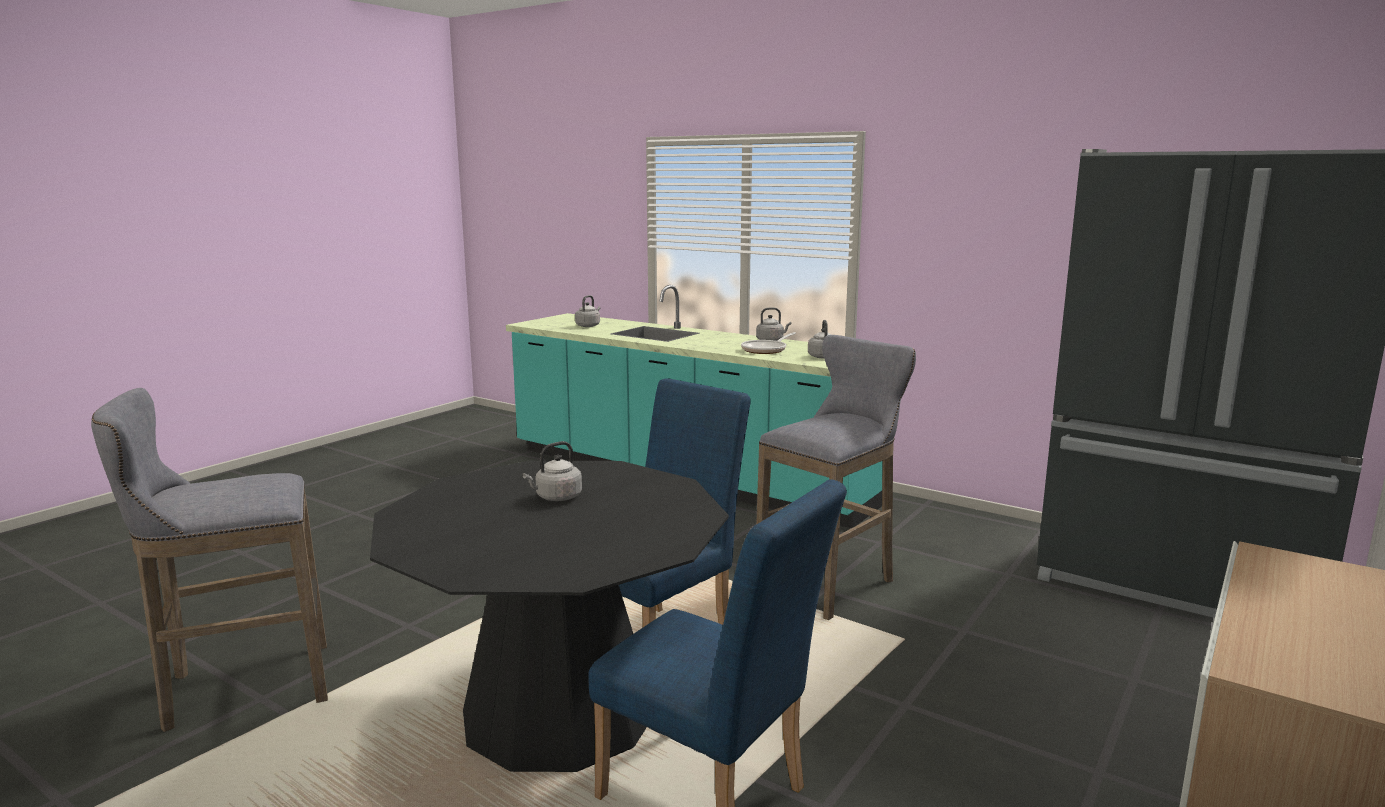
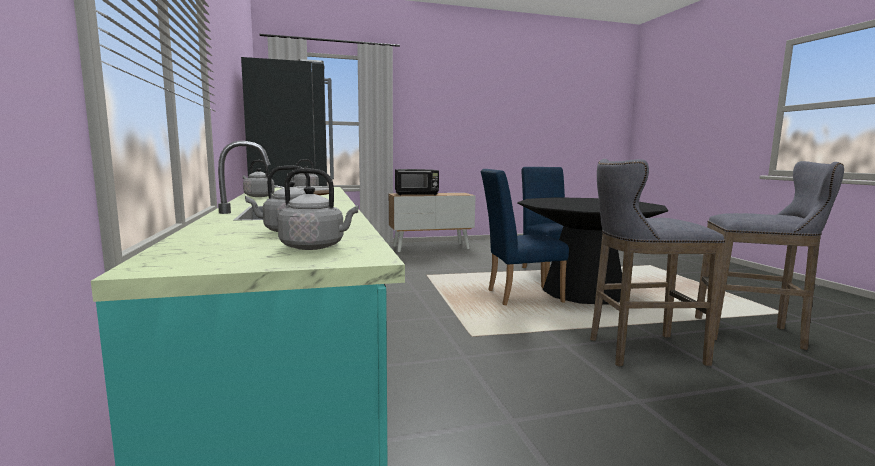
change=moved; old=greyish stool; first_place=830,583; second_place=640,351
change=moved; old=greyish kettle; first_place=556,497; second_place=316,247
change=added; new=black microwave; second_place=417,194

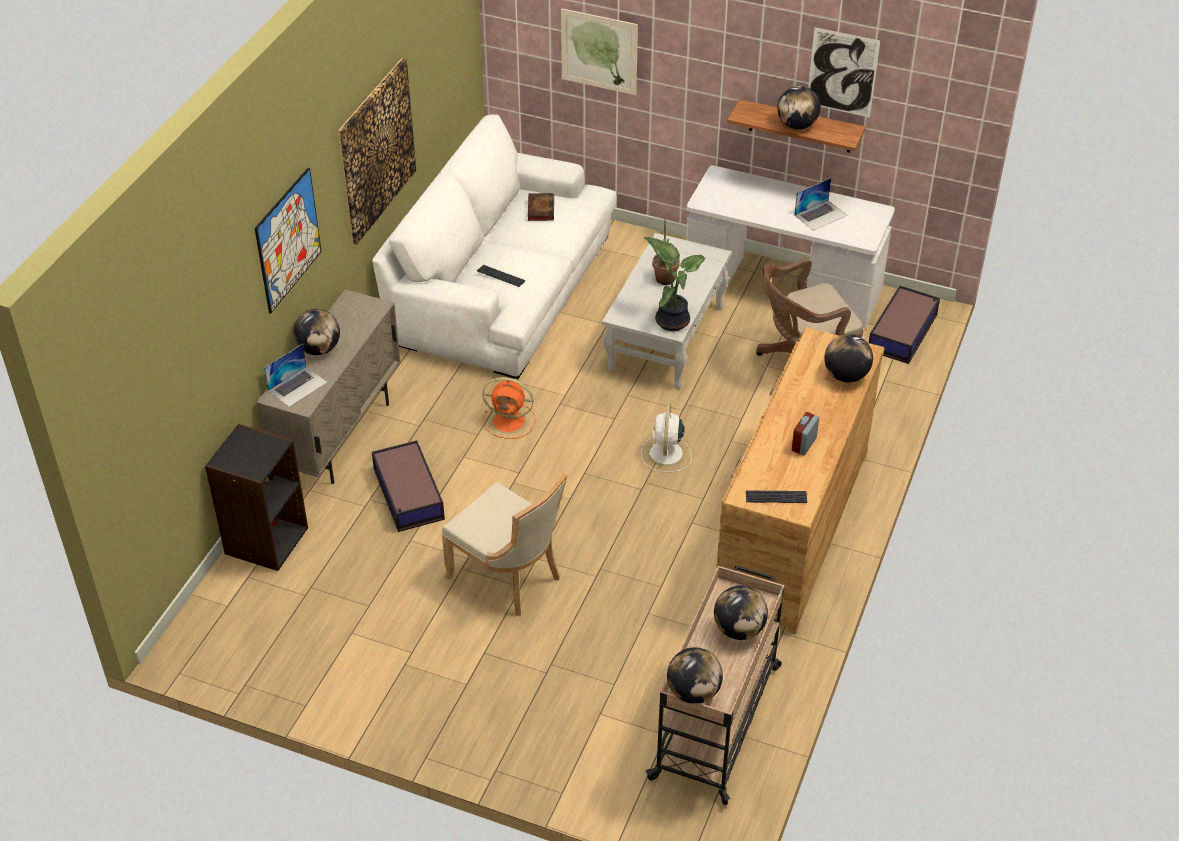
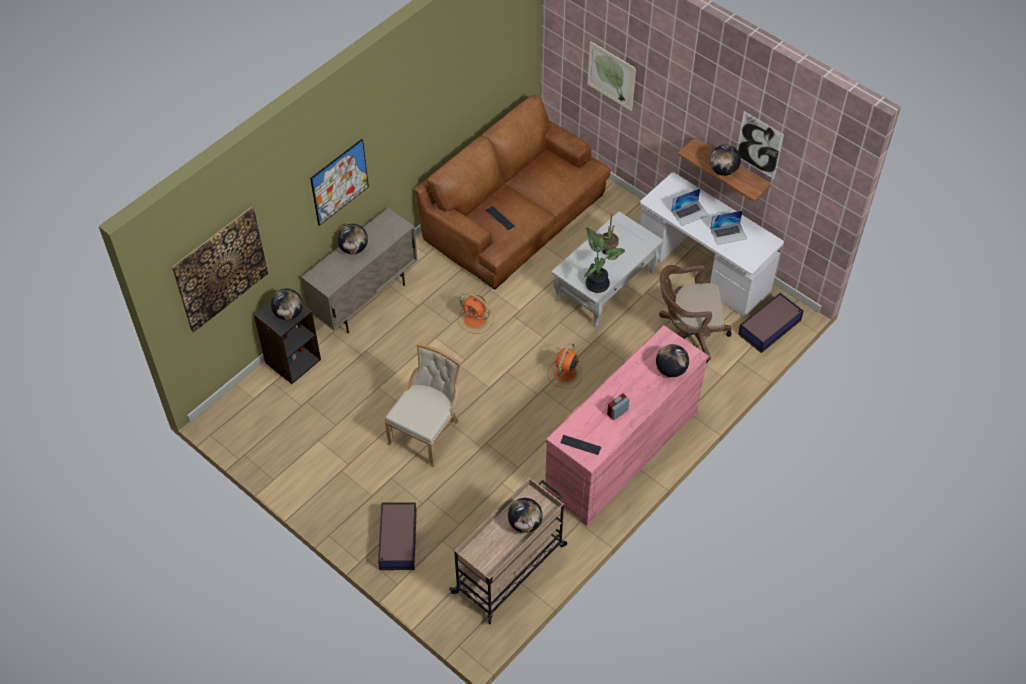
change=moved; old=wall art; first_place=376,150; second_place=220,269
change=recoloured; old=white couch; new=brown-coloured couch; first_place=501,288; second_place=513,216
change=removed; old=volume; first_place=540,209
change=recoloured; old=brown-coloured chest of drawers; new=pinkish chest of drawers; first_place=792,529; second_place=620,452
change=moved; old=portable computer; first_place=297,386; second_place=690,213
change=recoloured; old=white electric fan; new=orange electric fan; first_place=666,454; second_place=564,374
change=moved; old=storage box; first_place=408,495; second_place=397,541
change=turned; old=beige-coloured plain chair; first_place=509,578; second_place=427,432; degrees=-120
change=moved; old=globe; first_place=693,692; second_place=288,314

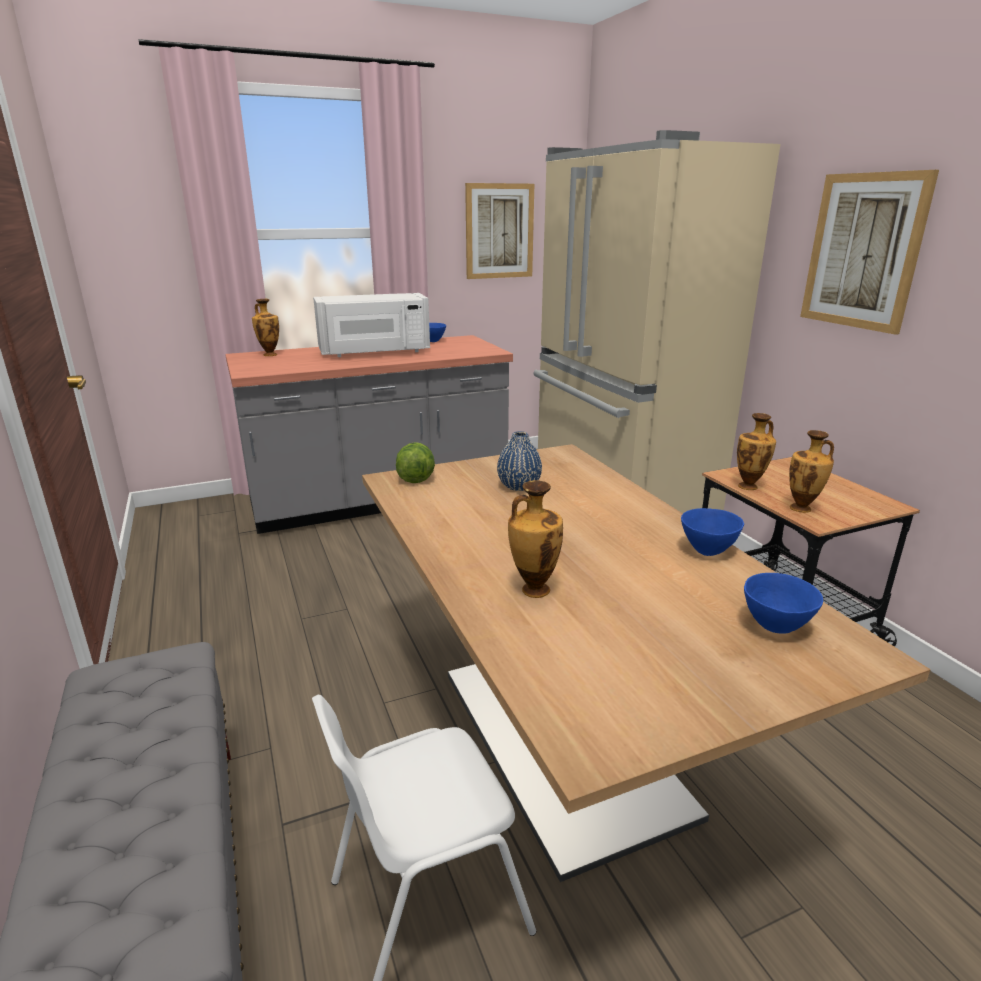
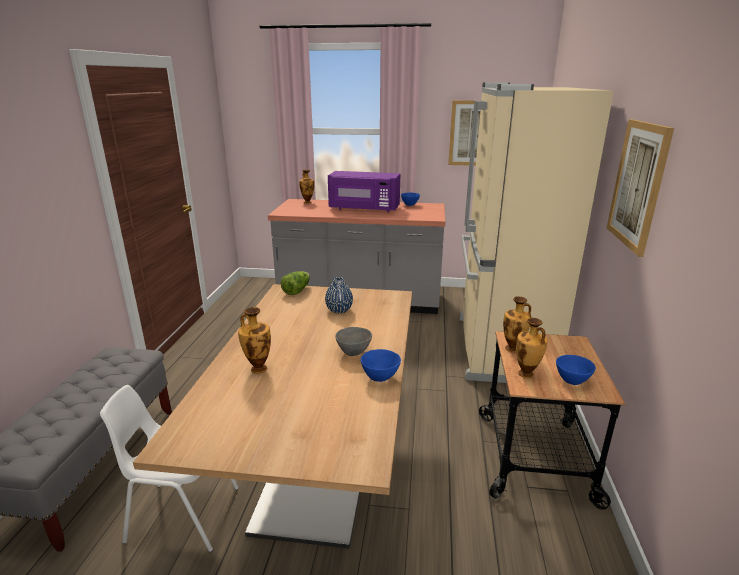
change=recoloured; old=white microwave; new=purplish microwave; first_place=375,352; second_place=364,208
change=moved; old=bluish serving bowl; first_place=776,626; second_place=572,381
change=added; new=greyish serving bowl; second_place=354,352

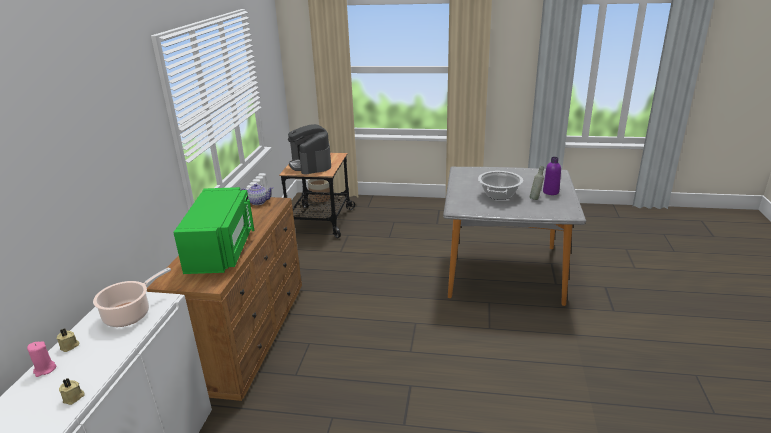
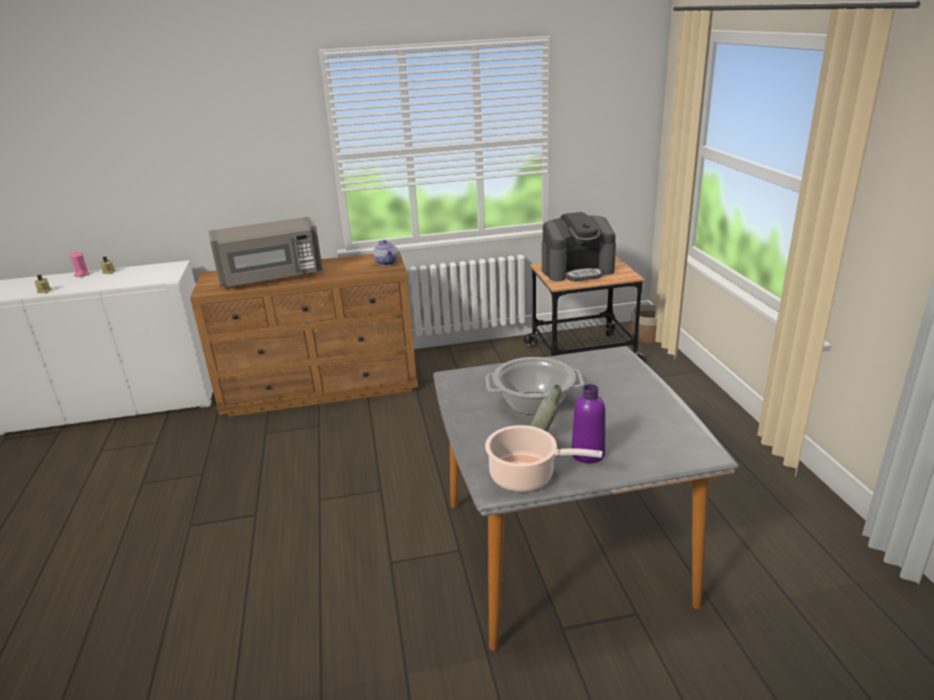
change=turned; old=coffee brewer; first_place=311,164; second_place=577,270; degrees=-150
change=recoloured; old=green-coloured microwave; new=greyish microwave; first_place=222,250; second_place=271,277
change=moved; old=saucepot; first_place=130,314; second_place=526,476

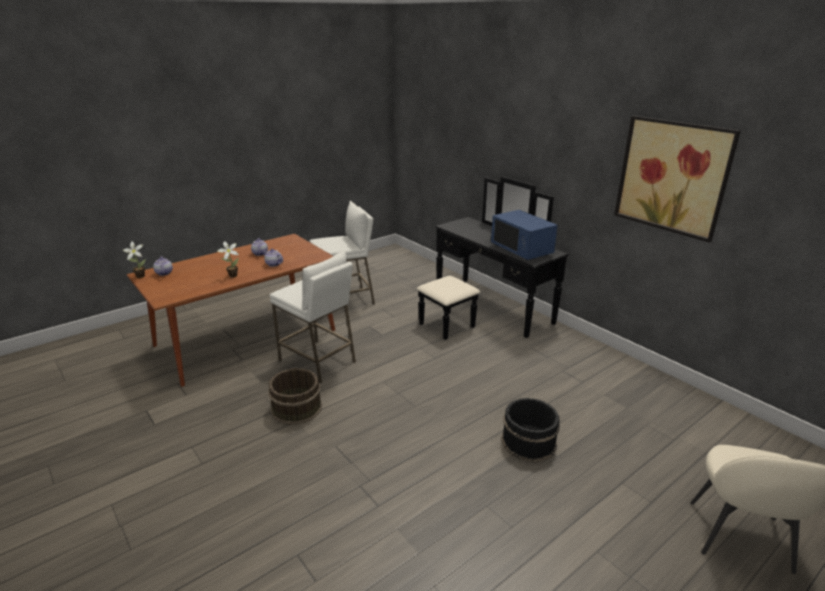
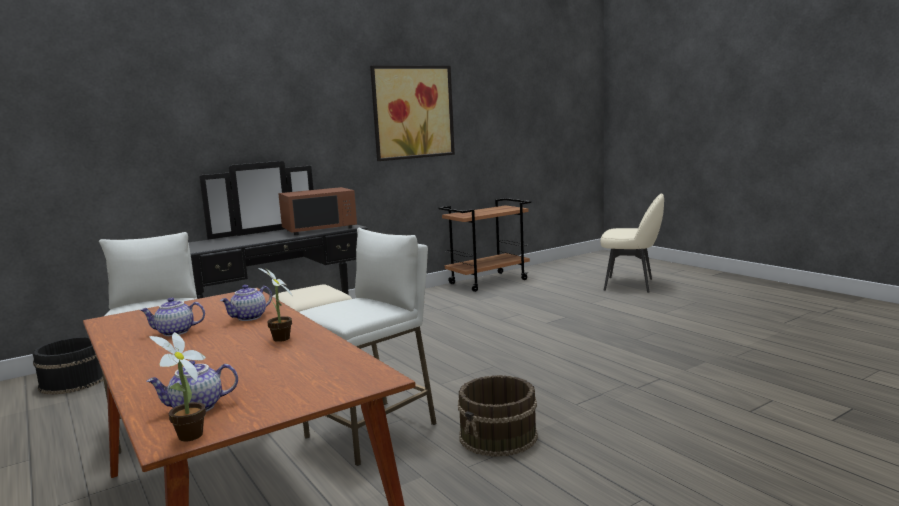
change=recoloured; old=bluish microwave; new=brown-coloured microwave; first_place=522,250; second_place=319,229
change=moved; old=black water bucket; first_place=528,441; second_place=72,382
change=added; new=brown-coloured cart; second_place=488,281

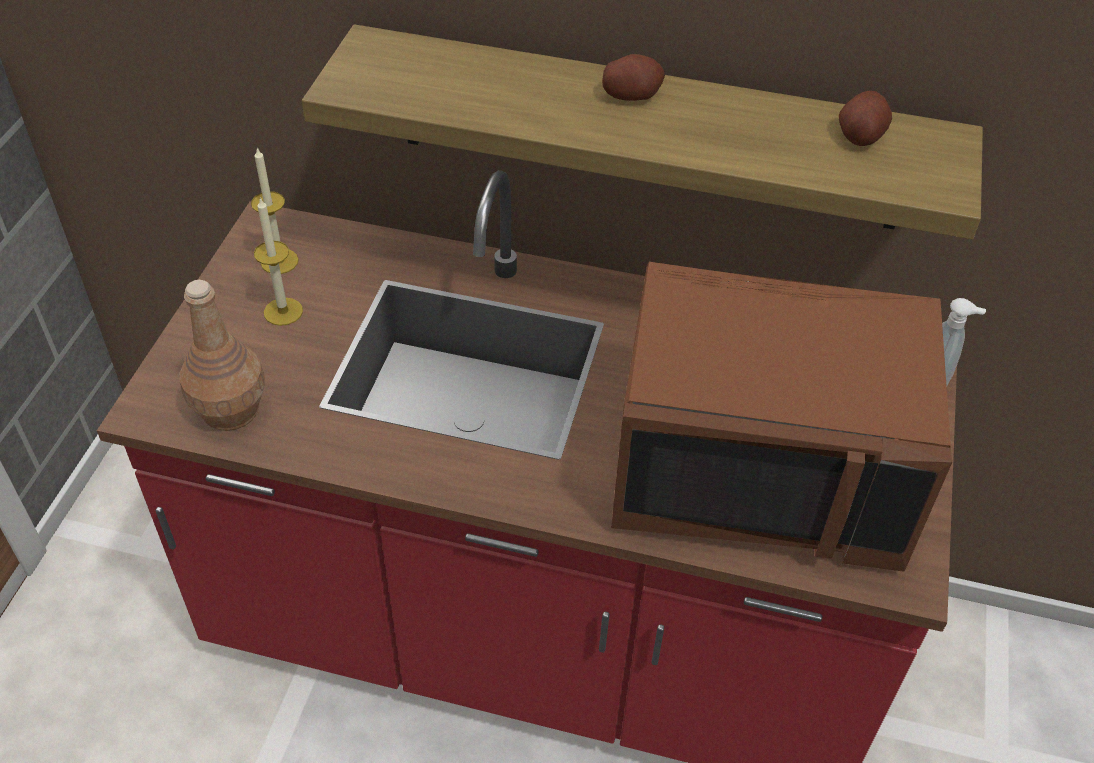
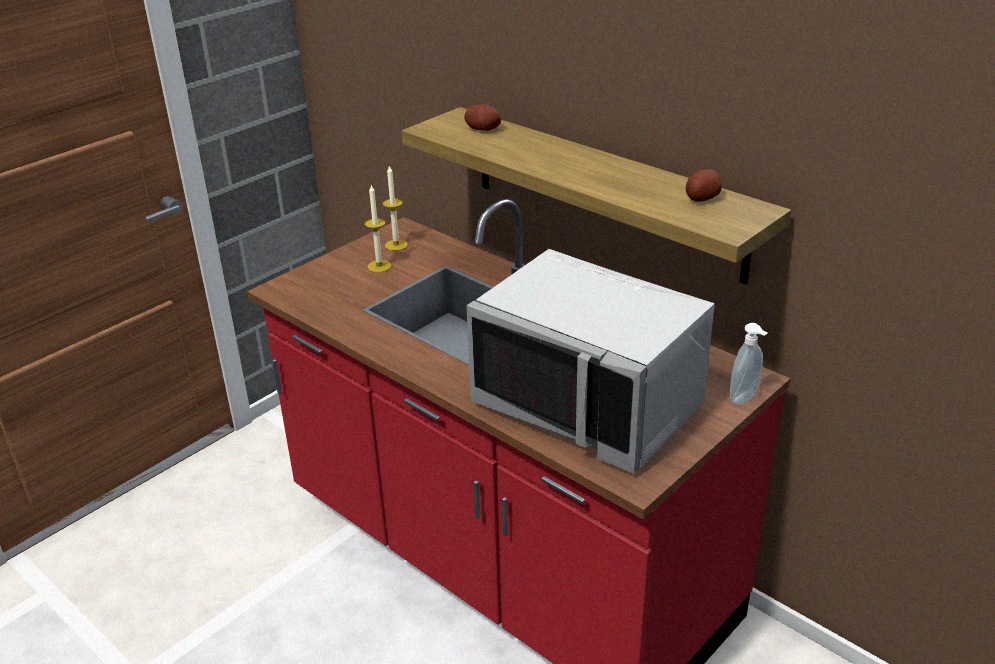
change=moved; old=whole potato; first_place=631,95; second_place=483,129
change=recoloured; old=brown-coloured microwave; new=greyish microwave; first_place=761,469; second_place=590,404
change=removed; old=brown-coloured beverage bottle; first_place=230,409

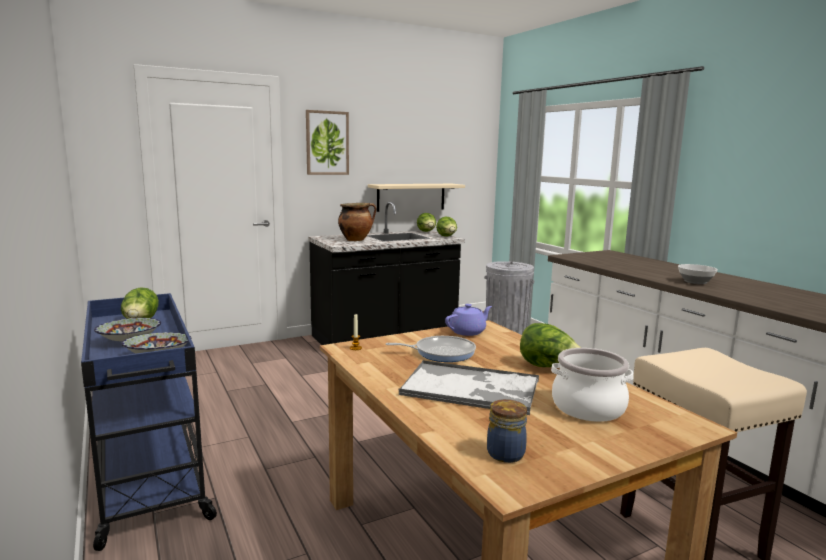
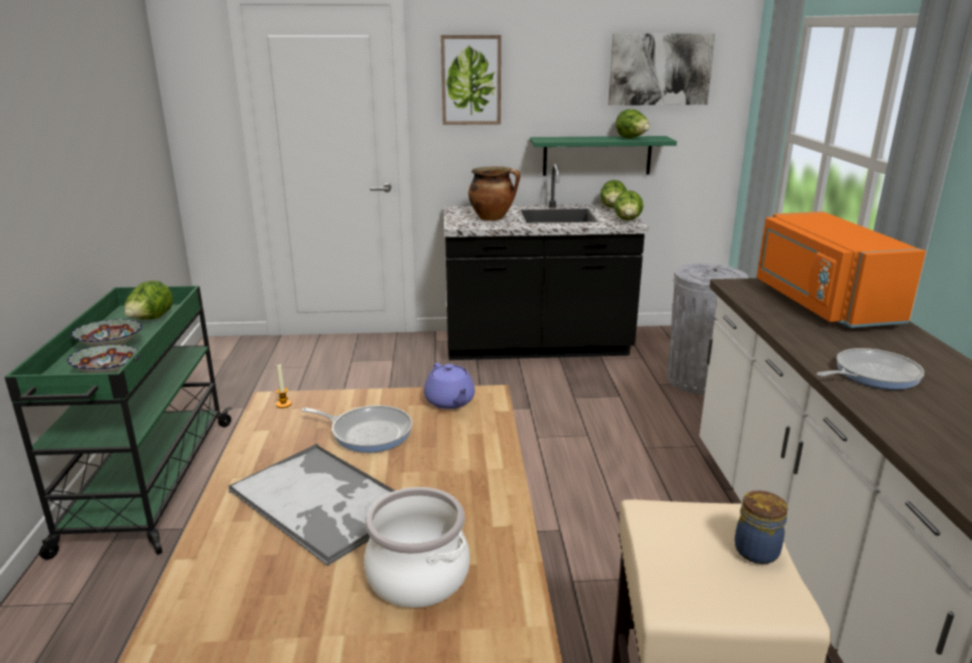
change=recoloured; old=beige-coloured bracket shelf; new=green-coloured bracket shelf; first_place=411,197; second_place=597,155
change=replaced; old=serving bowl; new=pan; first_place=694,282; second_place=872,374
change=recoloured; old=bluish cart; new=green-coloured cart; first_place=149,474; second_place=149,484
change=turned; old=purplish teapot; first_place=468,332; second_place=450,402; degrees=75
change=moved; old=lettuce; first_place=548,367; second_place=632,138
change=moved; old=storage jar; first_place=505,453; second_place=756,550
change=added; new=wall art; second_place=660,69
change=added; new=orange microwave; second_place=821,303

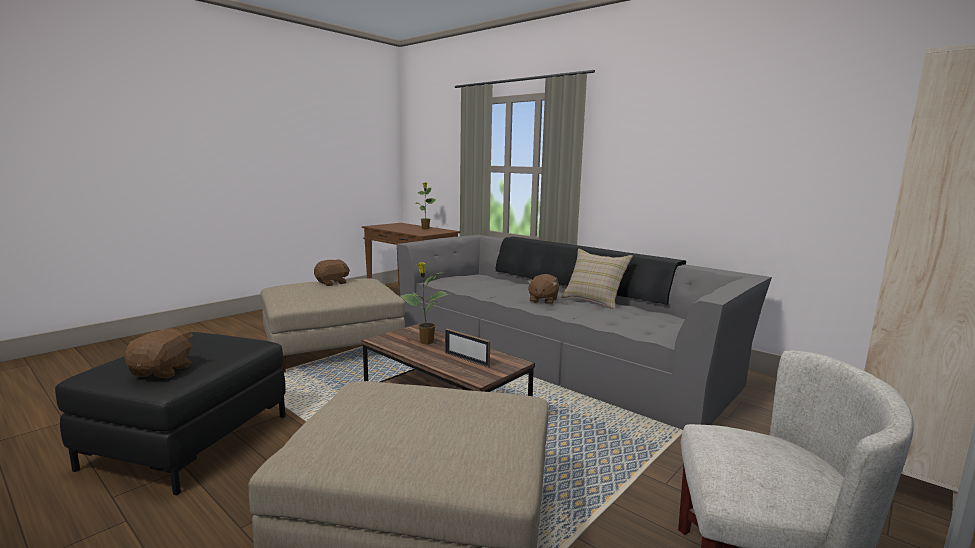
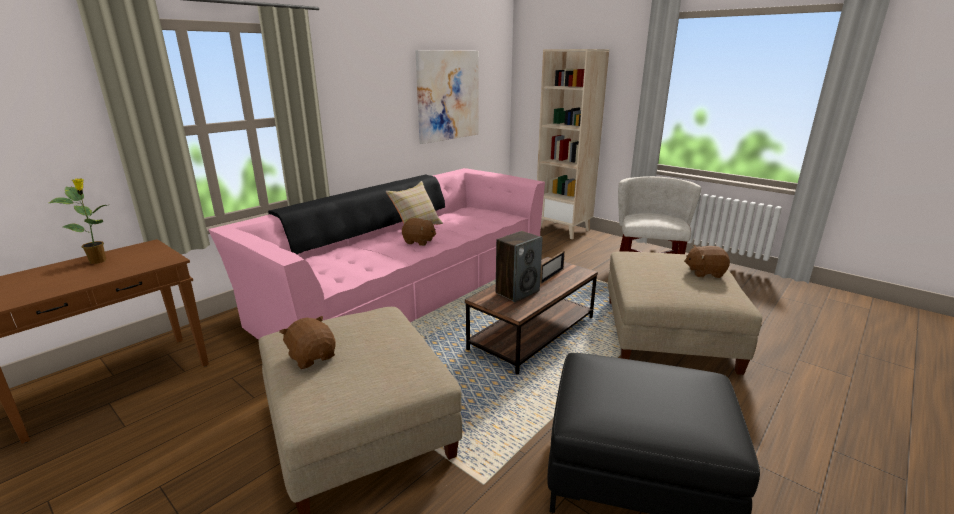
change=recoloured; old=greyish couch; new=pinkish couch; first_place=558,352; second_place=406,284
change=replaced; old=plant in a pot; new=speaker; first_place=426,342; second_place=517,292
change=moved; old=brown-coloured soft toy; first_place=163,371; second_place=704,272
change=added; new=wall art; second_place=448,96

